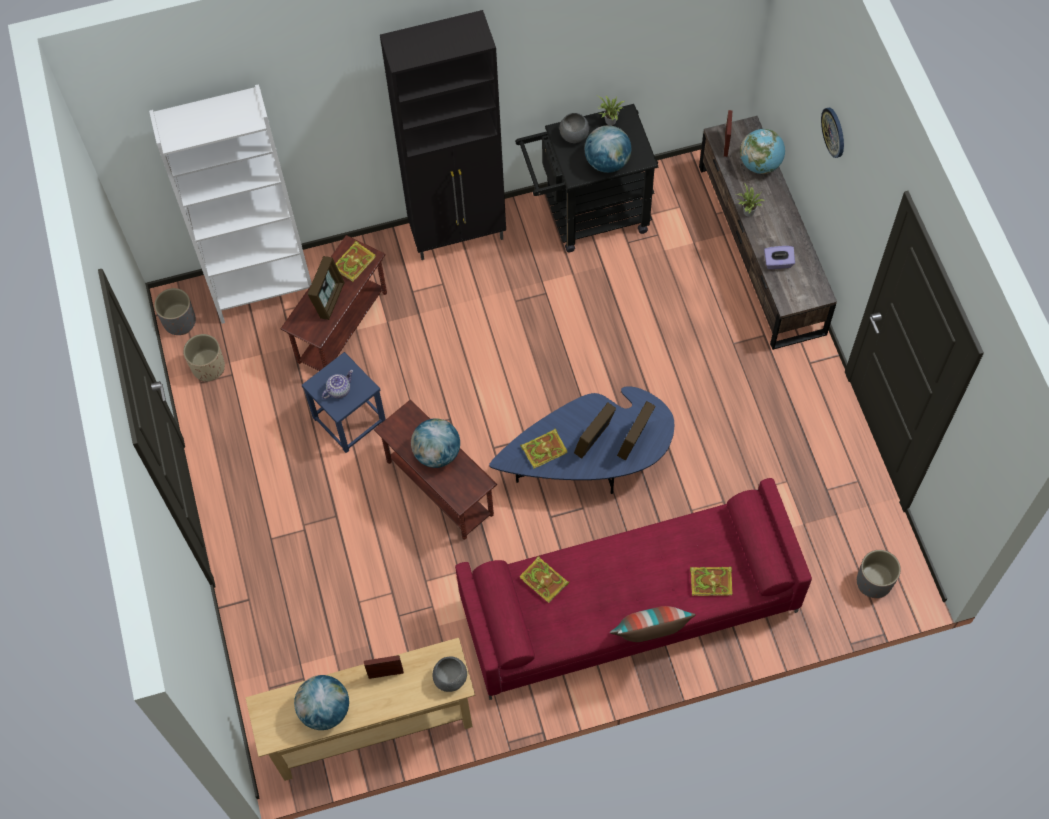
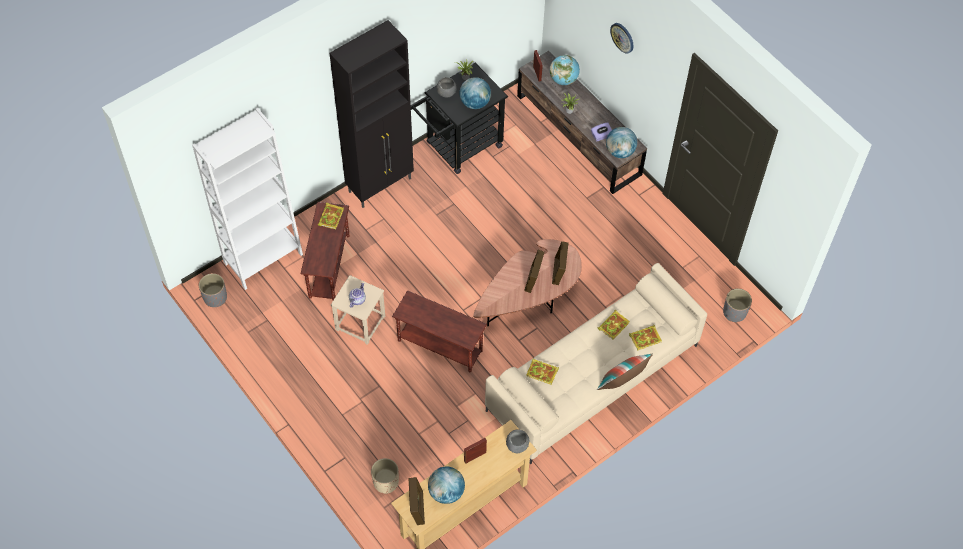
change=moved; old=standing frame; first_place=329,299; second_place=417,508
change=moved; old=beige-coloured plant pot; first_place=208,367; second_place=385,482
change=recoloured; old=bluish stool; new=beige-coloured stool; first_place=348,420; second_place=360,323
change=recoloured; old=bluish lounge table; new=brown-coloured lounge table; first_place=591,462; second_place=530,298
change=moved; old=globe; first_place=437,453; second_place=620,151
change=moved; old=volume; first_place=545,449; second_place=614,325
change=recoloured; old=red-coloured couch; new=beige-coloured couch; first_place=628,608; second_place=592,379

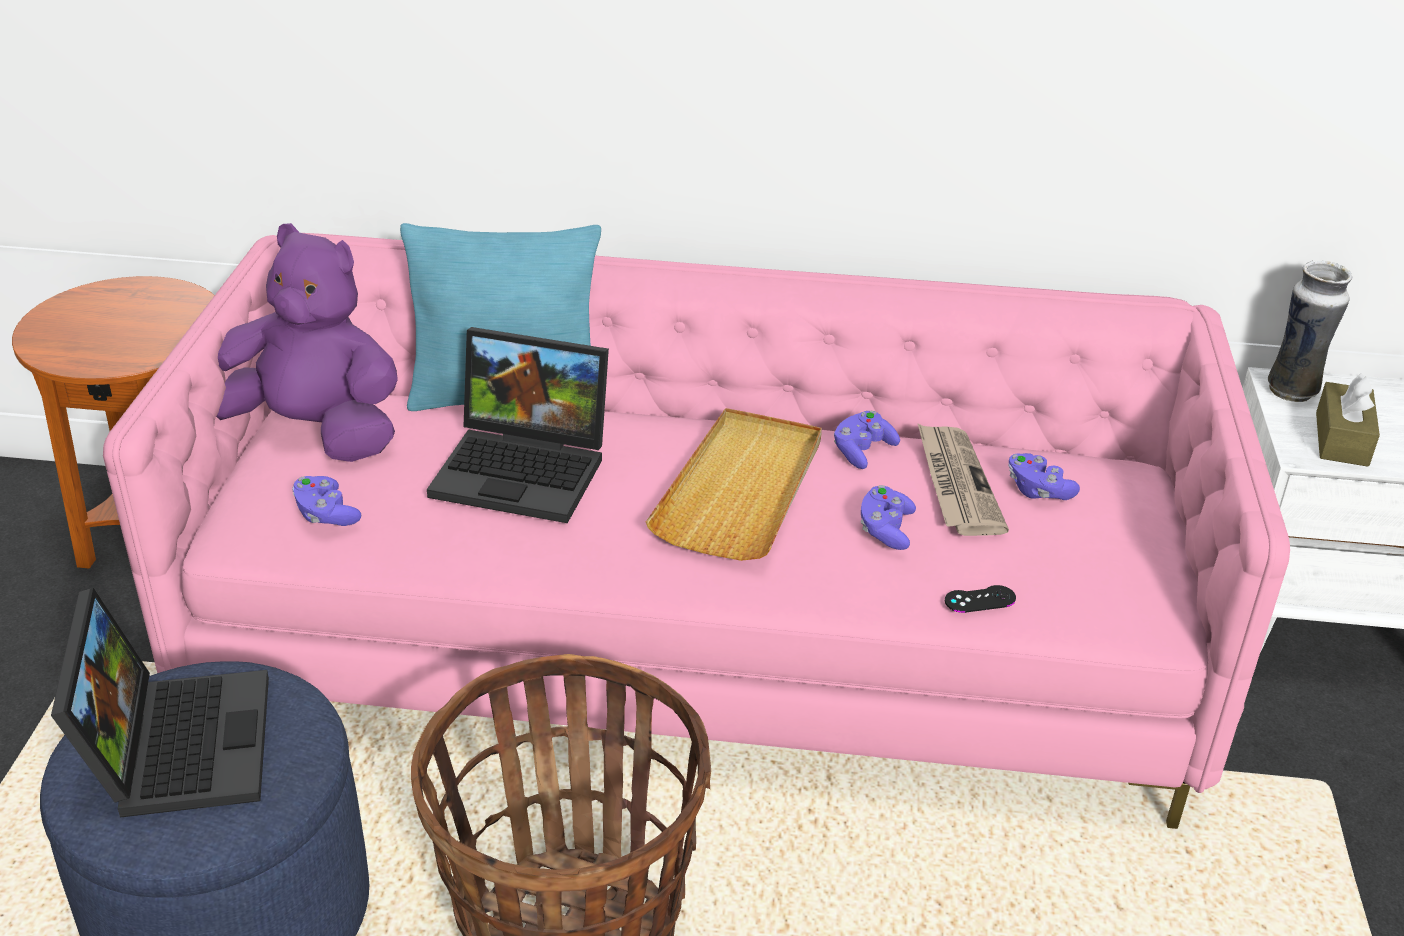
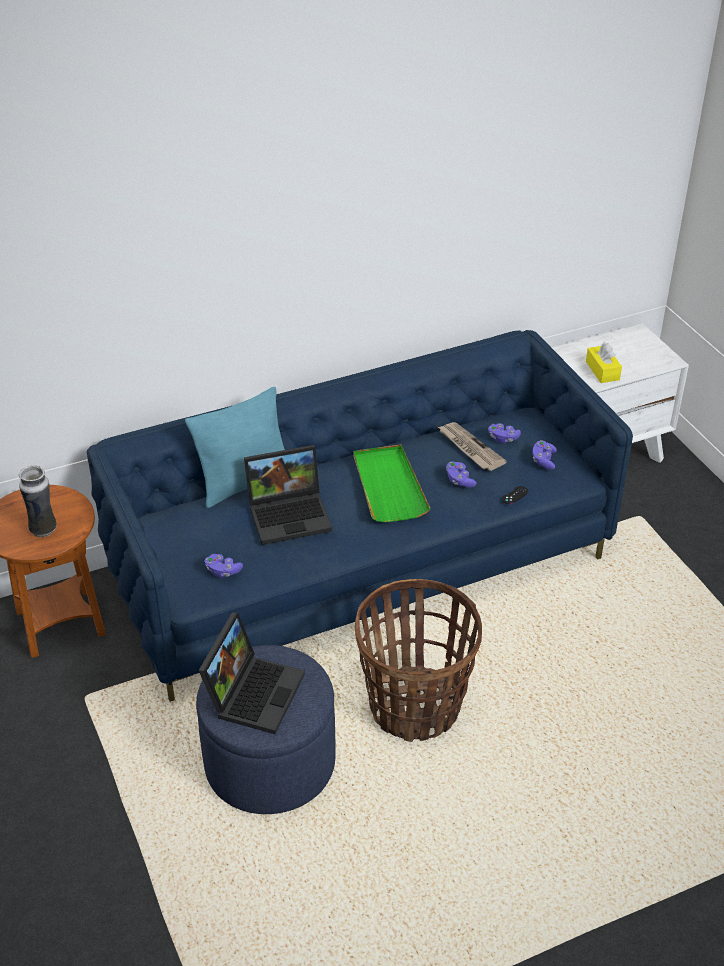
change=removed; old=purplish soft toy; first_place=313,431
change=recoloured; old=pinkish couch; new=bluish couch; first_place=698,647; second_place=362,566
change=moved; old=decorative vase; first_place=1292,391; second_place=43,529
change=recoloured; old=brown-coloured tissue holder; new=yellow-coloured tissue holder; first_place=1341,439; second_place=602,370
change=recoloured; old=beige-coloured serving tray; new=green-coloured serving tray; first_place=741,489; second_place=388,486
change=moved; old=purplish gamepad; first_place=862,451; second_place=543,460
change=turned; old=portable computer; first_place=176,742; second_place=253,691; degrees=60

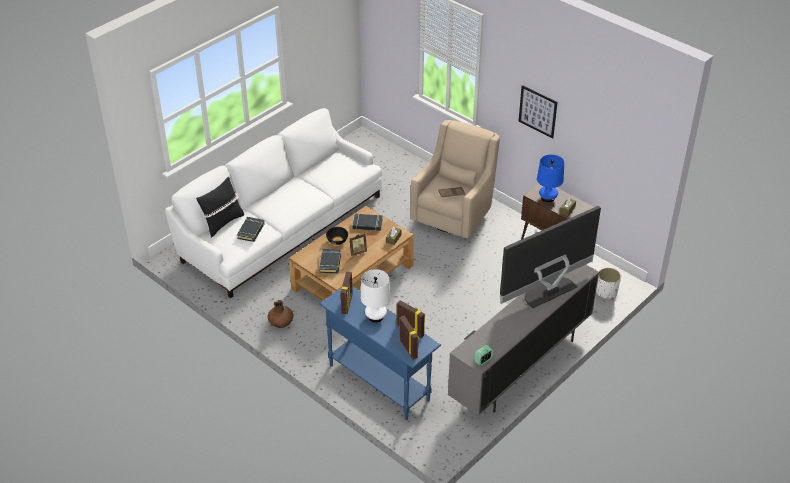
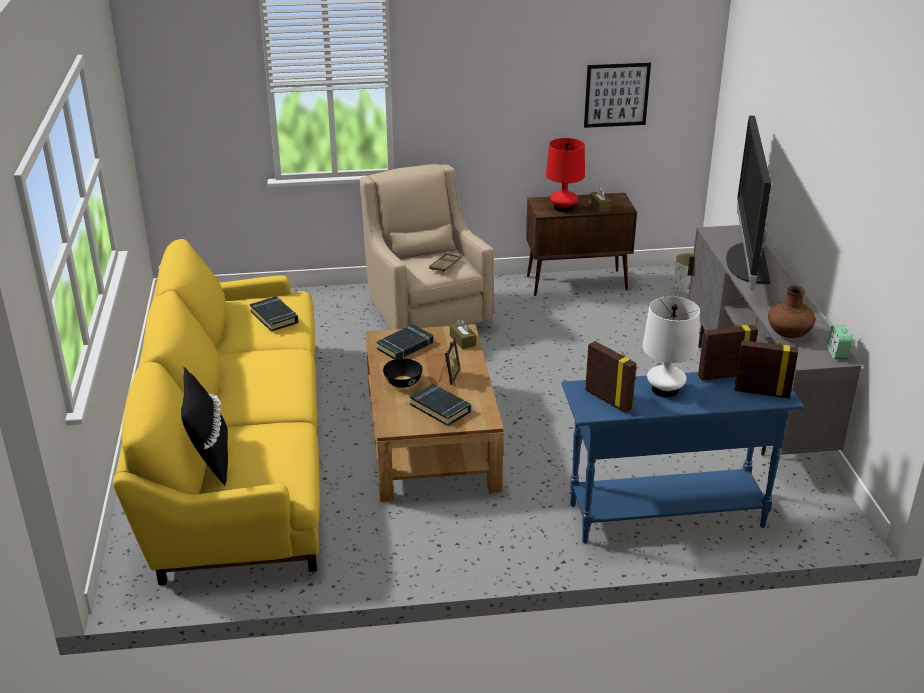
change=moved; old=wall art; first_place=537,111; second_place=616,95
change=recoloured; old=white couch; new=yellow-coloured couch; first_place=281,227; second_place=239,448
change=recoloured; old=bluish tabletop lamp; new=red-coloured tabletop lamp; first_place=548,198; second_place=563,208
change=moved; old=black volume; first_place=251,231; second_place=274,317
change=moved; old=brown-coloured decorative vase; first_place=281,323; second_place=788,334

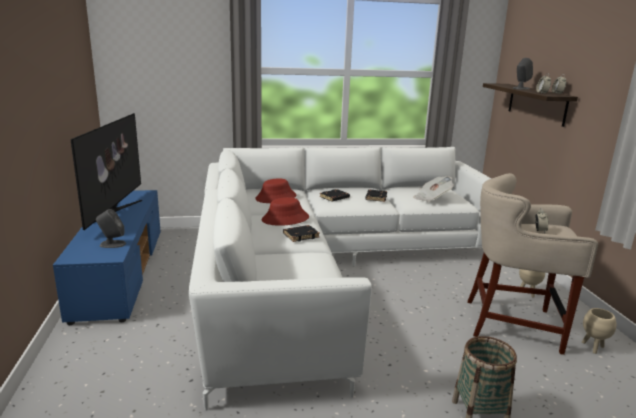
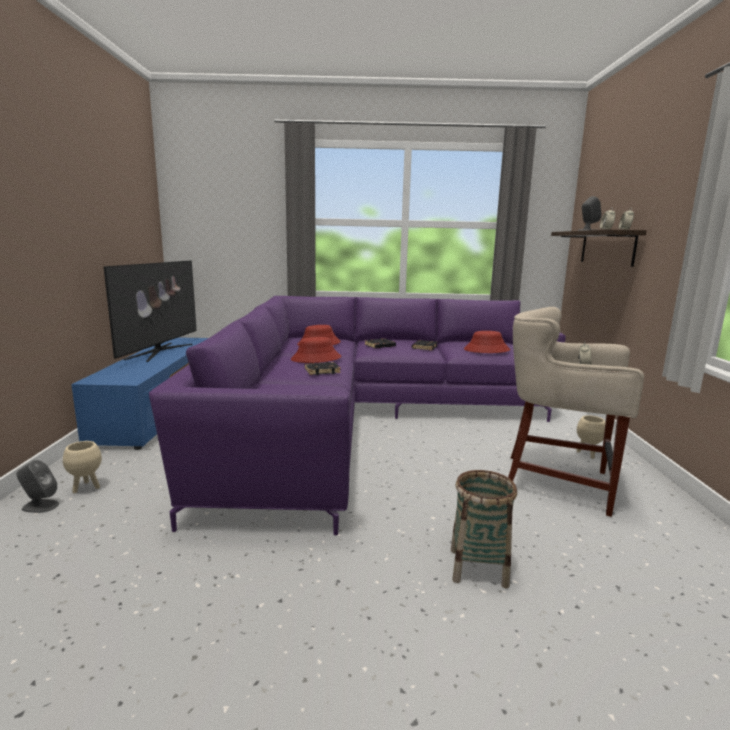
change=recoloured; old=white couch; new=purplish couch; first_place=321,271; second_place=359,420
change=replaced; old=daily paper; new=red-coloured wearable hat; first_place=432,198; second_place=486,350
change=moved; old=greyish speaker; first_place=112,244; second_place=40,506
change=moved; old=beige-coloured plant pot; first_place=593,348; second_place=86,488

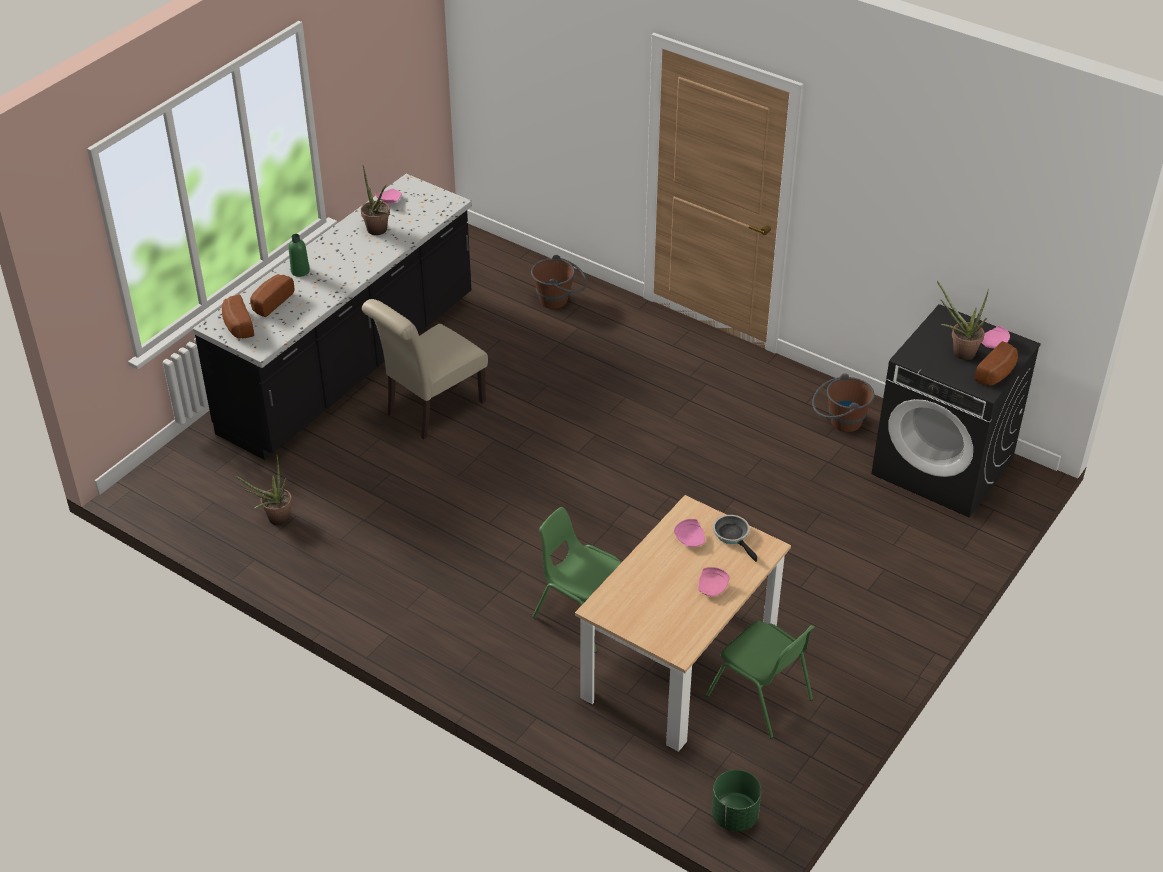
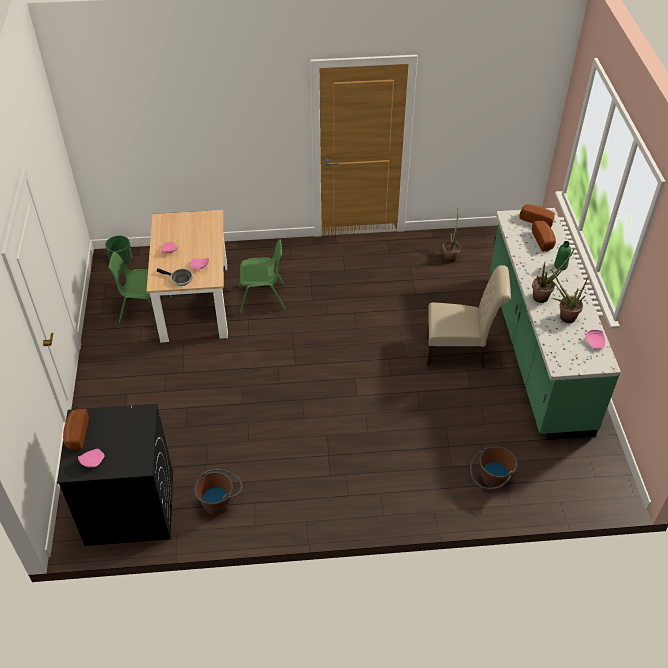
change=recoloured; old=black kitchen base unit; new=green-coloured kitchen base unit; first_place=350,366; second_place=536,351
change=moved; old=plant in a pot; first_place=958,352; second_place=543,296
change=turned; old=beige-coloured plain chair; first_place=430,410; second_place=460,352; degrees=90

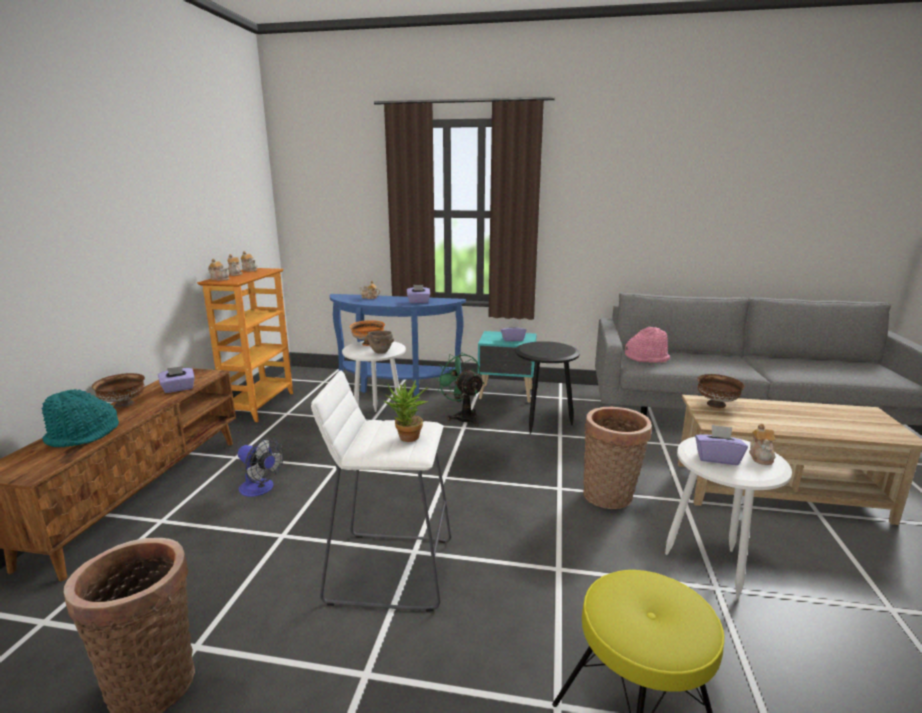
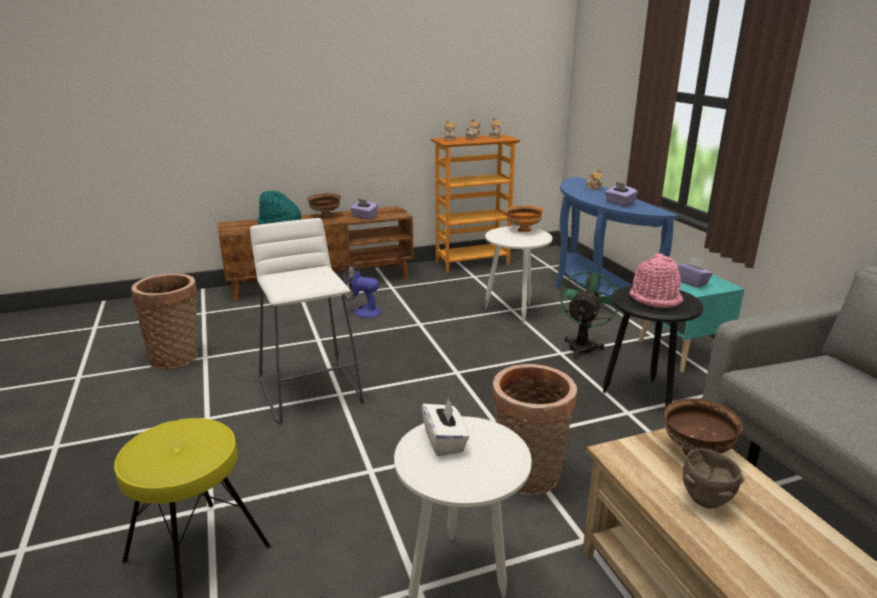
change=moved; old=pinkish wearable hat; first_place=647,358; second_place=655,298
change=moved; old=brown-coloured serving bowl; first_place=381,352; second_place=706,502
change=removed; old=plant in a pot; first_place=407,439
change=removed; old=teapot; first_place=761,457
change=recoloured; old=purplish tissue holder; new=white tissue holder; first_place=717,458; second_place=445,441
change=turned; old=electric fan; first_place=260,489; second_place=362,311; degrees=105

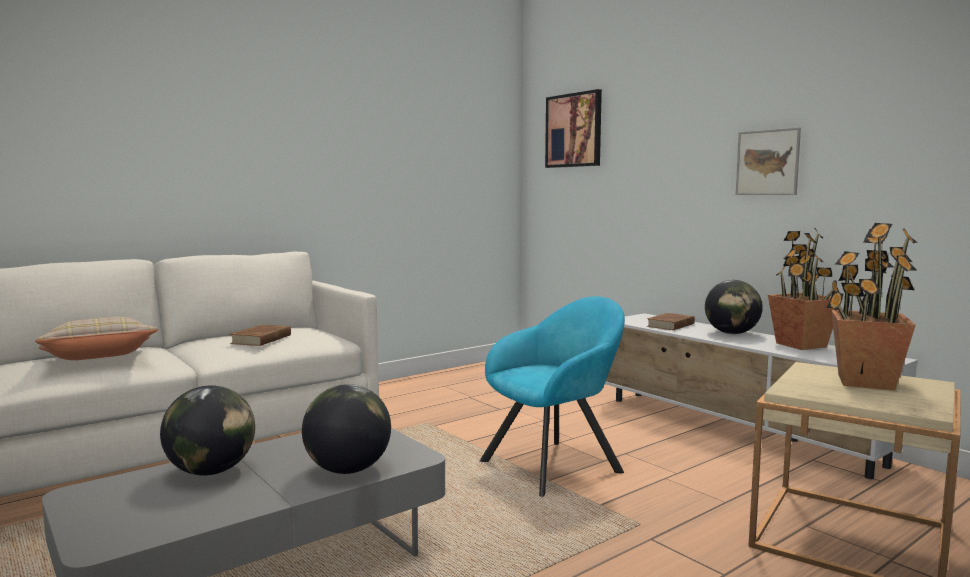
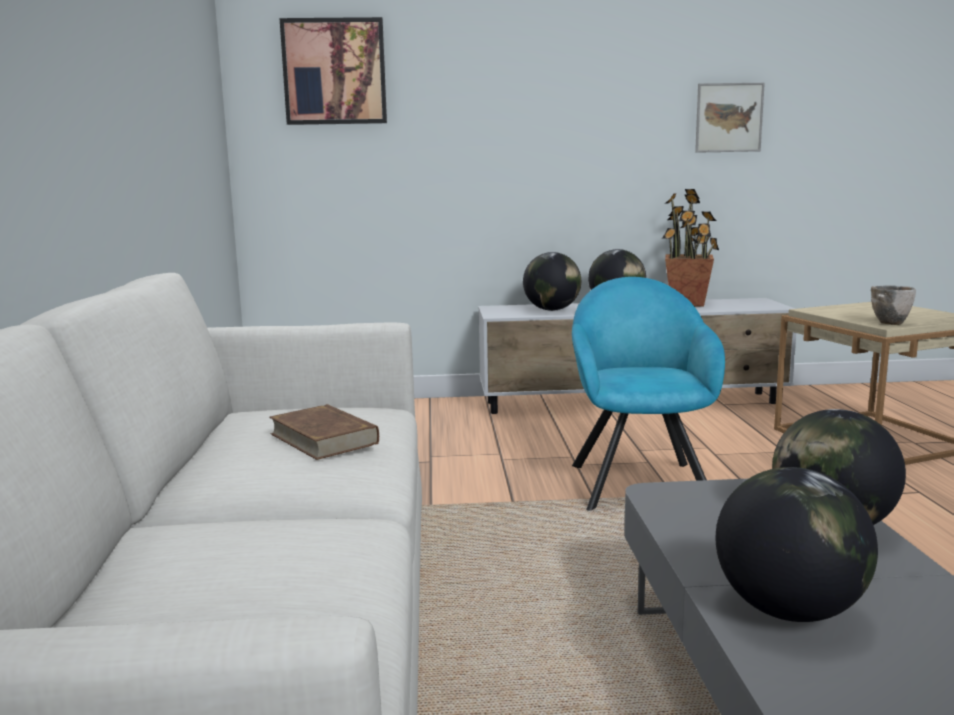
change=moved; old=wall art; first_place=767,162; second_place=729,117
change=removed; old=plant in a pot; first_place=864,382
change=replaced; old=brown-coloured volume; new=globe; first_place=671,325; second_place=552,310
change=removed; old=beige-coloured throw pillow; first_place=99,360
change=added; new=serving bowl; second_place=891,323

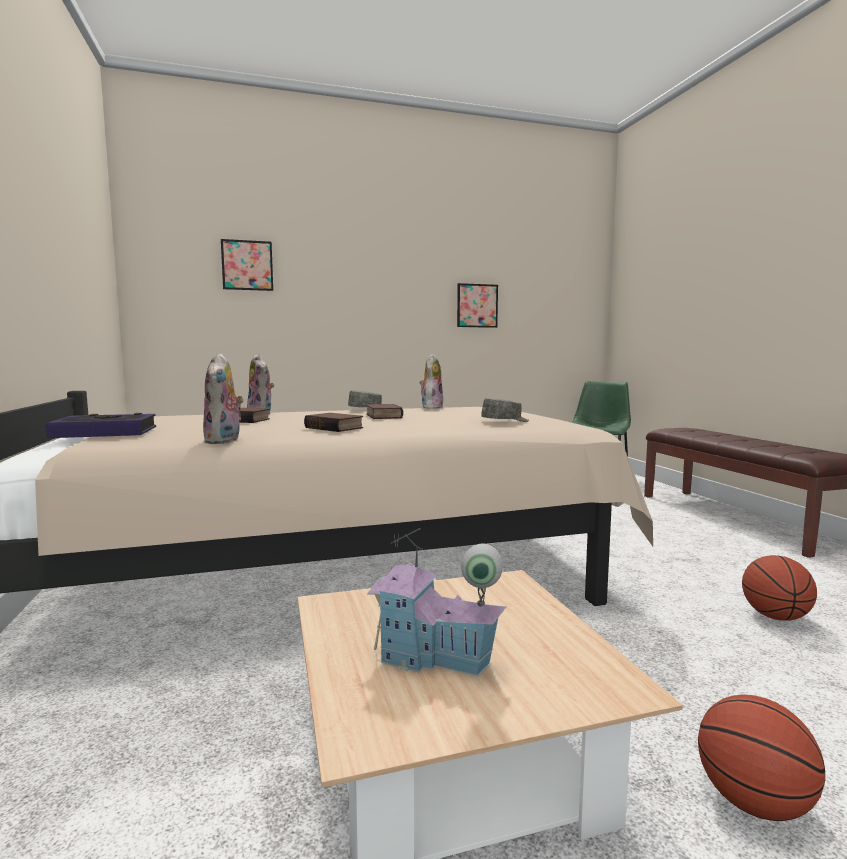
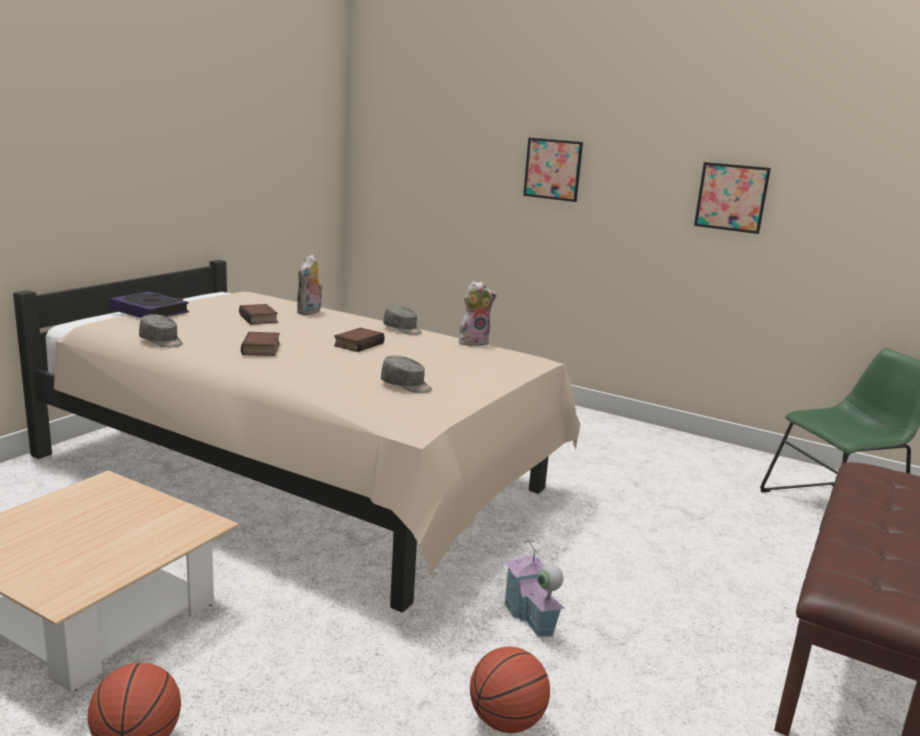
change=moved; old=wall art; first_place=247,265; second_place=552,169
change=replaced; old=soft toy; new=greyish peaked cap; first_place=224,441; second_place=162,341
change=moved; old=toy house; first_place=433,658; second_place=530,617

